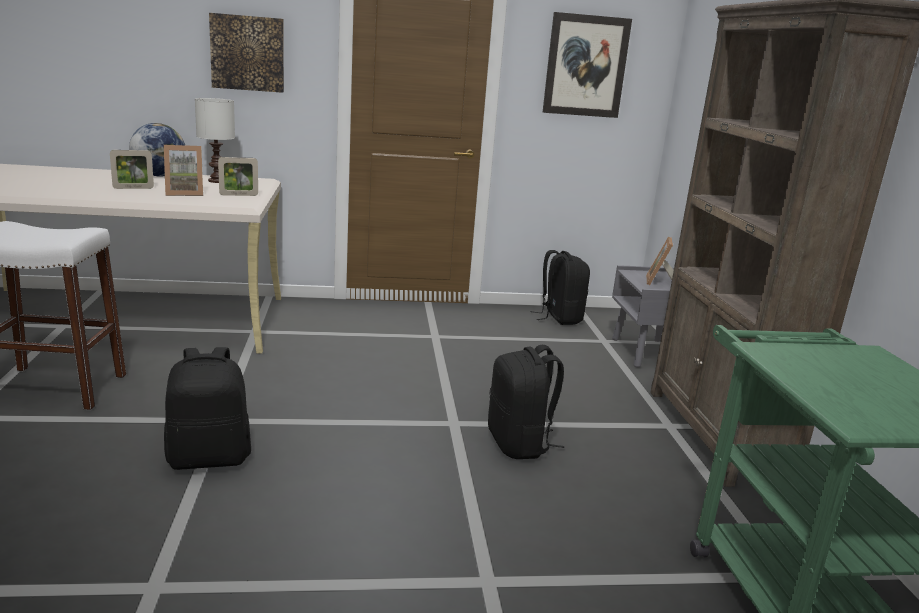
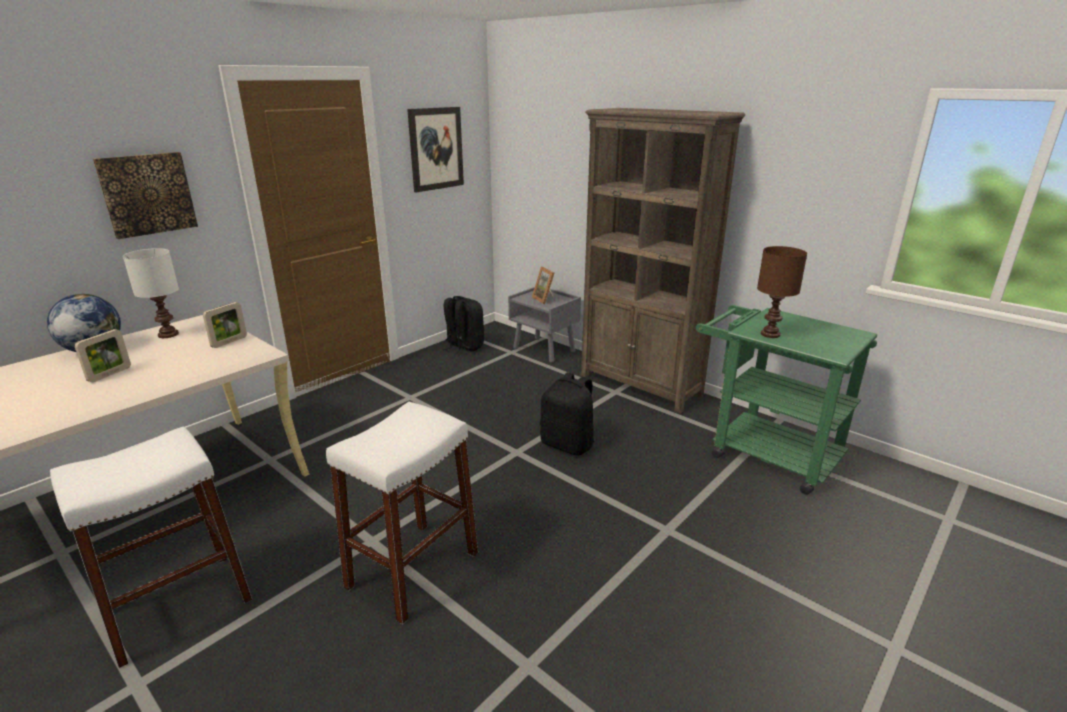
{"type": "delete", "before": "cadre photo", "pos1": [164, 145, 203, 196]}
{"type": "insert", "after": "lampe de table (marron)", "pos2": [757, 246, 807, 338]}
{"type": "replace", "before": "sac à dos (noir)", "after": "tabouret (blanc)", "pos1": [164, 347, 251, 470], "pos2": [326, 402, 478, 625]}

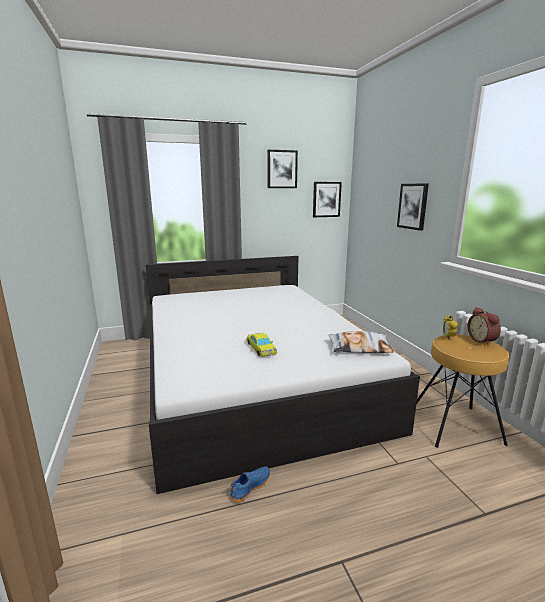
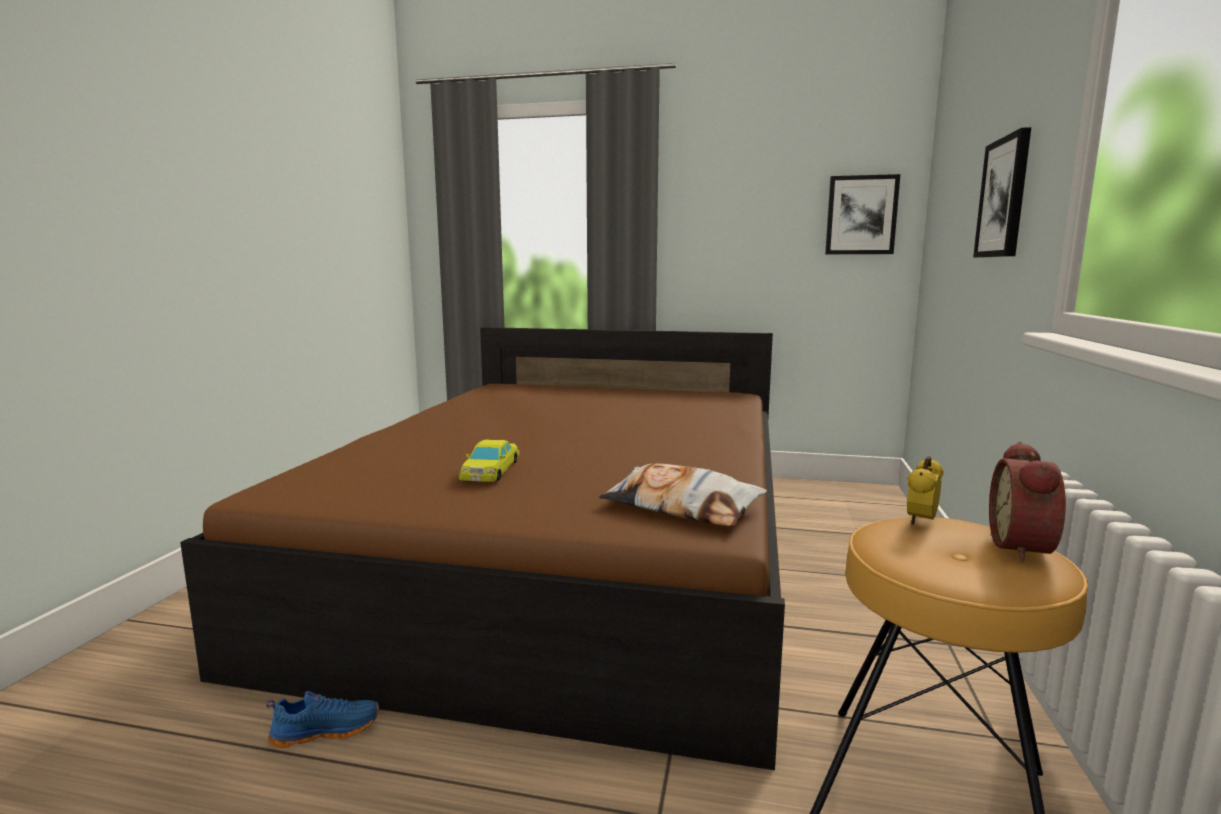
{"type": "delete", "before": "tableau", "pos1": [267, 150, 298, 188]}
{"type": "recolor", "before": "lit (blanc)", "after": "lit (marron)", "pos1": [146, 256, 420, 494], "pos2": [180, 327, 785, 770]}

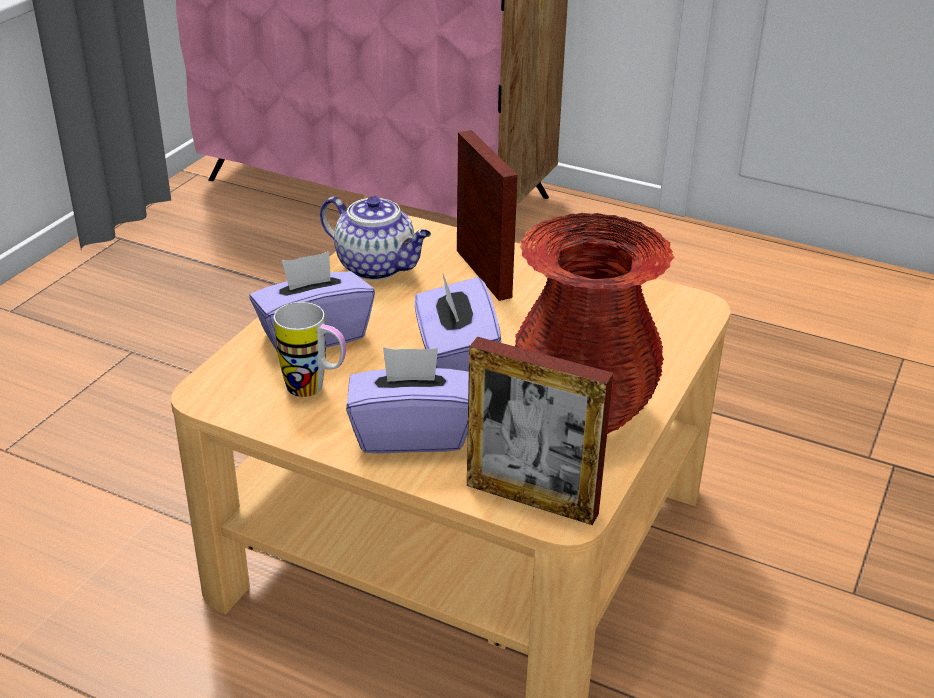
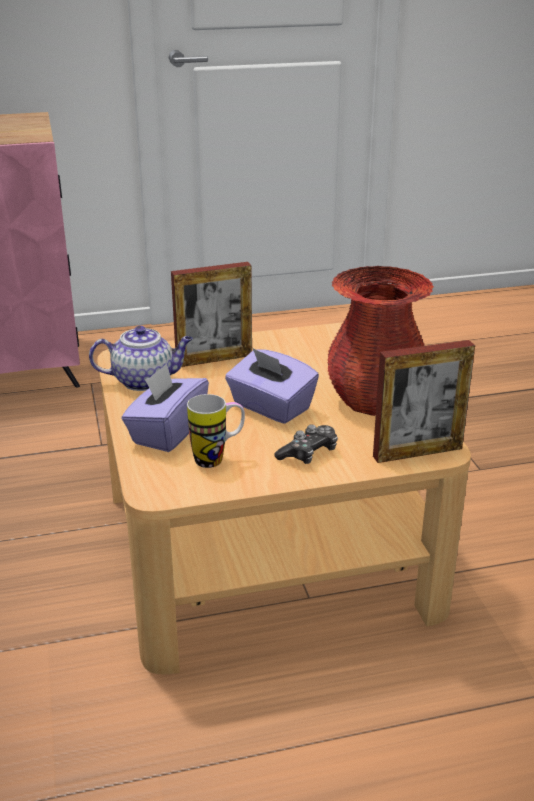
{"type": "replace", "before": "boîte à mouchoirs (violet)", "after": "manette", "pos1": [346, 347, 469, 454], "pos2": [274, 424, 338, 464]}
{"type": "rotate", "before": "cadre photo", "pos1": [457, 130, 518, 301], "pos2": [171, 262, 252, 367], "turn": 135}

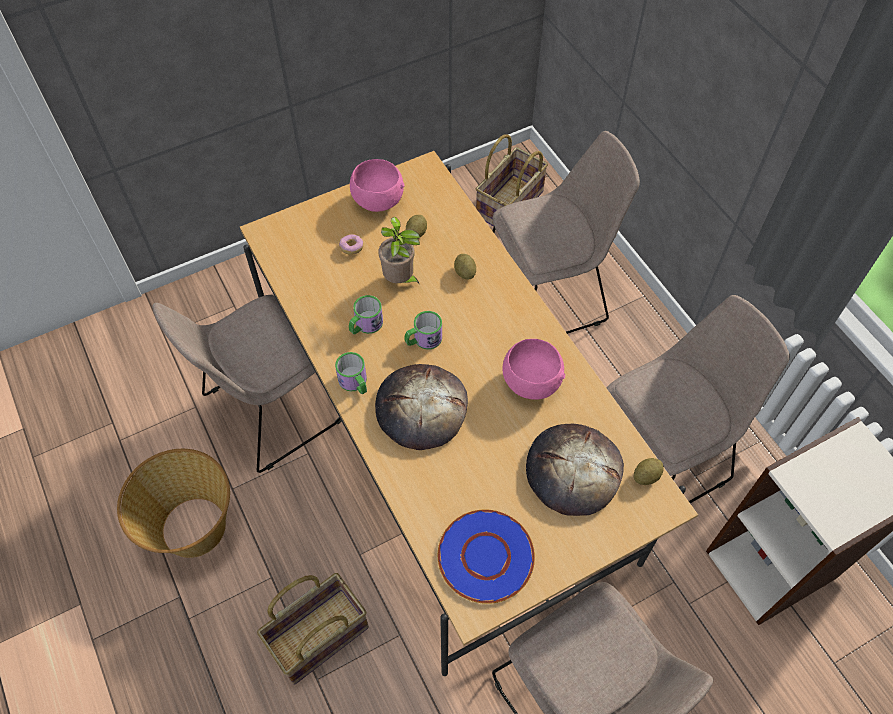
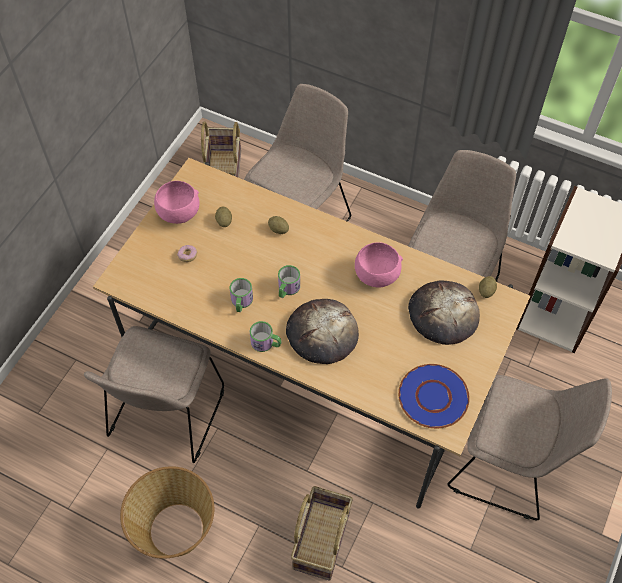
{"type": "delete", "before": "plante en pot", "pos1": [378, 217, 420, 285]}

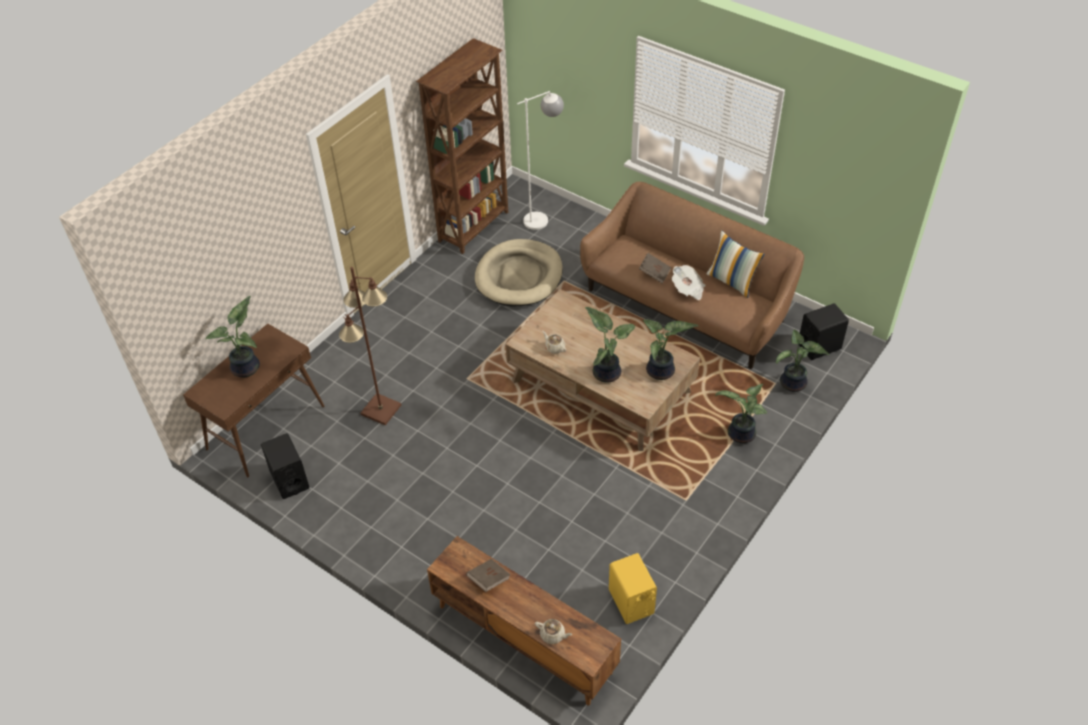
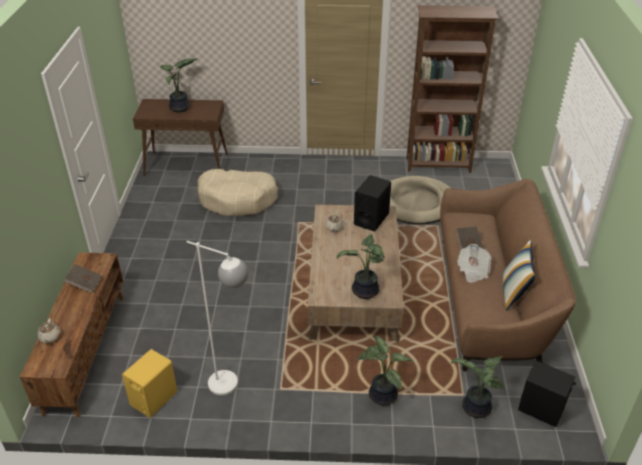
{"type": "delete", "before": "plante en pot", "pos1": [585, 307, 636, 383]}
{"type": "move", "before": "enceinte (noir)", "pos1": [261, 433, 309, 499], "pos2": [354, 175, 391, 231]}
{"type": "move", "before": "lampadaire (blanc)", "pos1": [517, 91, 564, 230], "pos2": [187, 241, 249, 395]}
{"type": "replace", "before": "lampadaire (marron)", "after": "panier pour chien (beige)", "pos1": [339, 267, 401, 425], "pos2": [198, 169, 278, 216]}

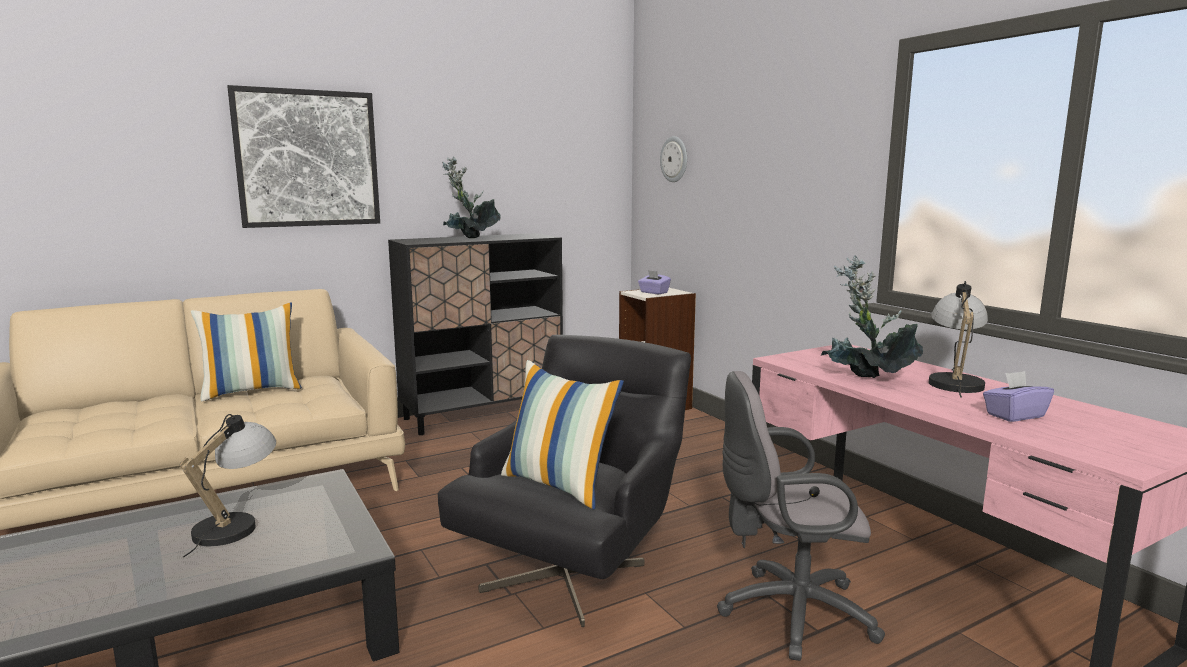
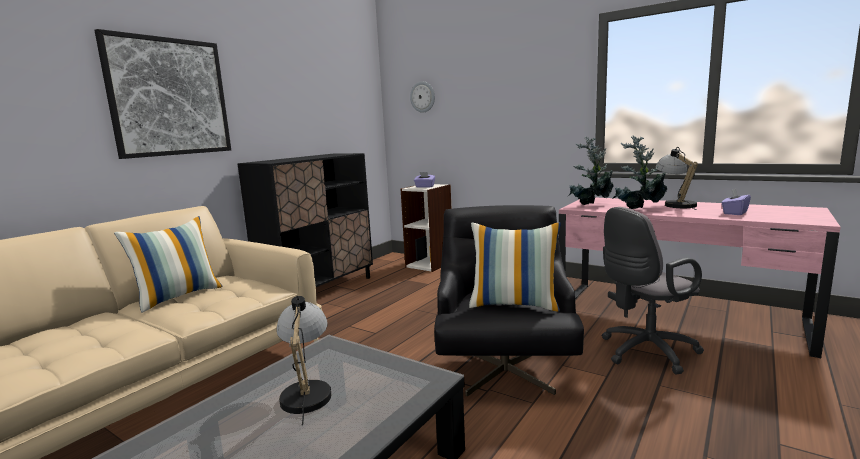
{"type": "move", "before": "plante en pot", "pos1": [442, 157, 501, 238], "pos2": [568, 136, 614, 205]}

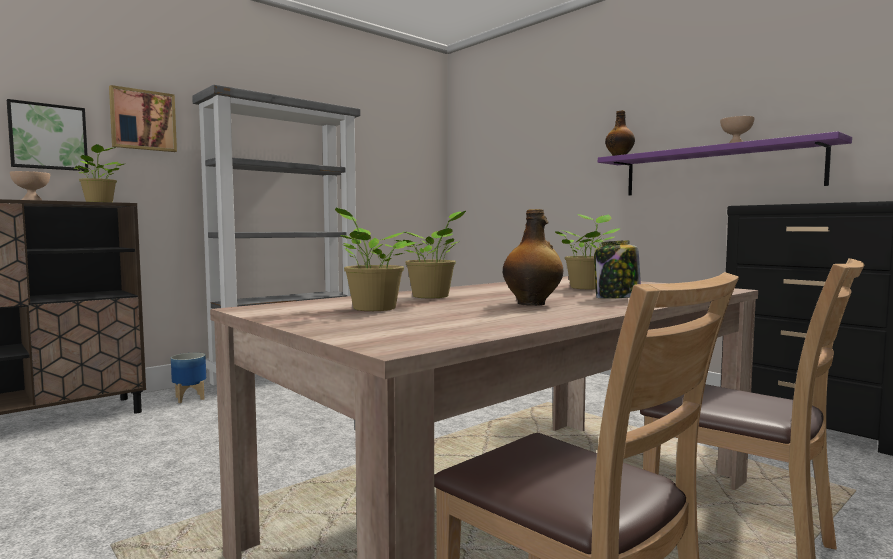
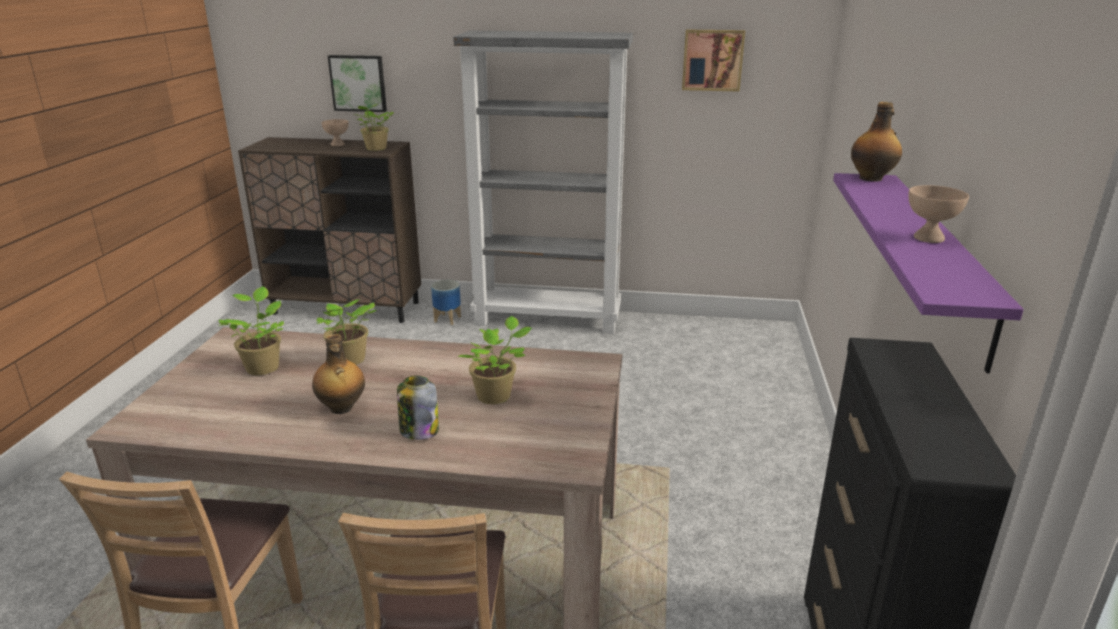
{"type": "move", "before": "tableau", "pos1": [109, 85, 177, 152], "pos2": [682, 30, 745, 92]}

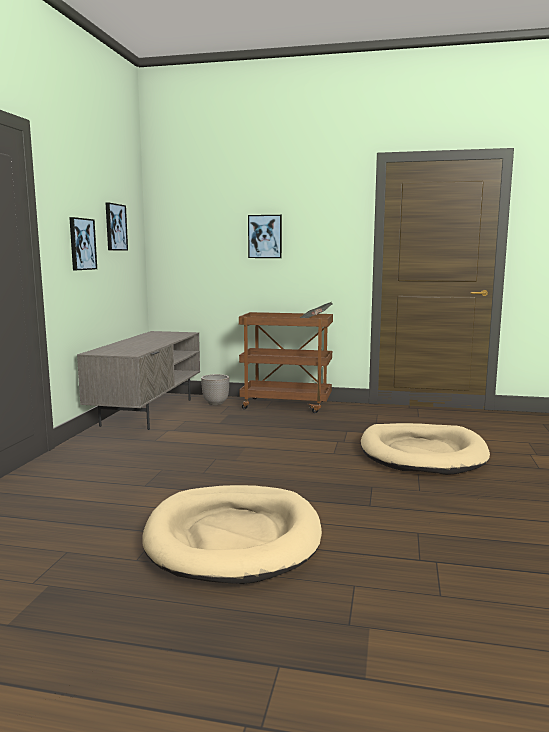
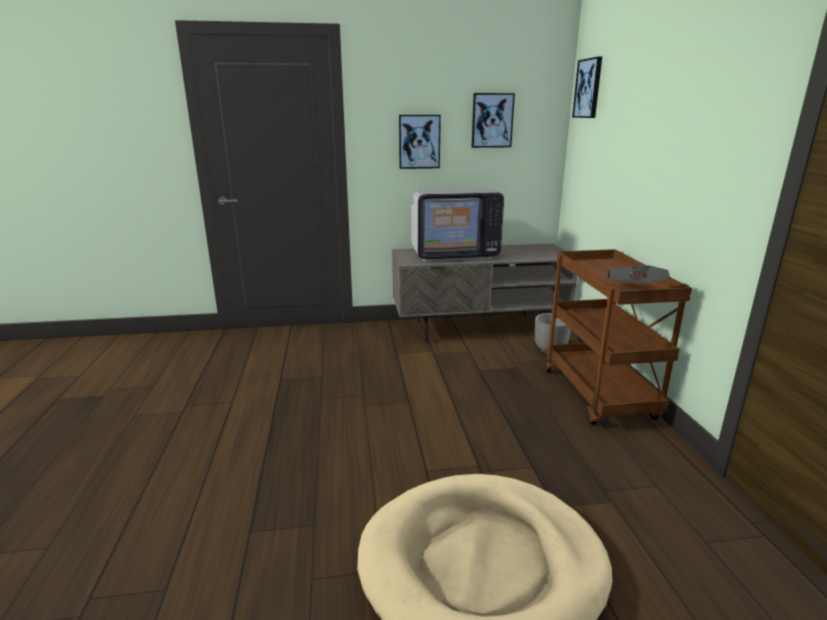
{"type": "delete", "before": "panier pour chien (beige)", "pos1": [143, 485, 322, 584]}
{"type": "insert", "after": "téléviseur", "pos2": [411, 188, 504, 262]}
{"type": "move", "before": "tableau", "pos1": [248, 215, 282, 258], "pos2": [572, 56, 602, 118]}

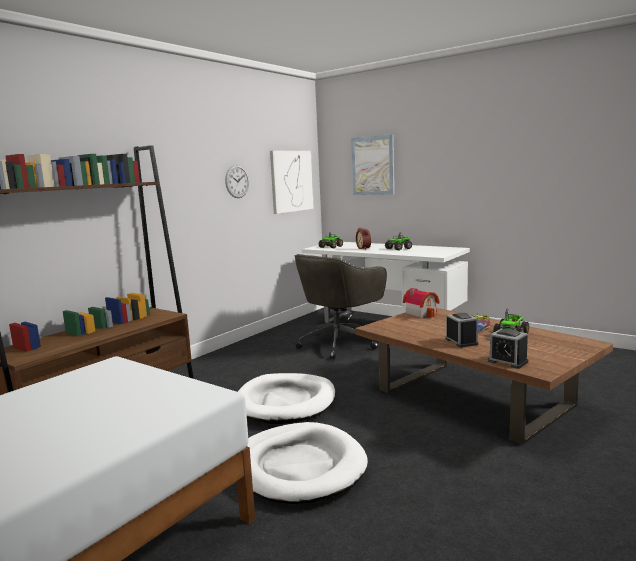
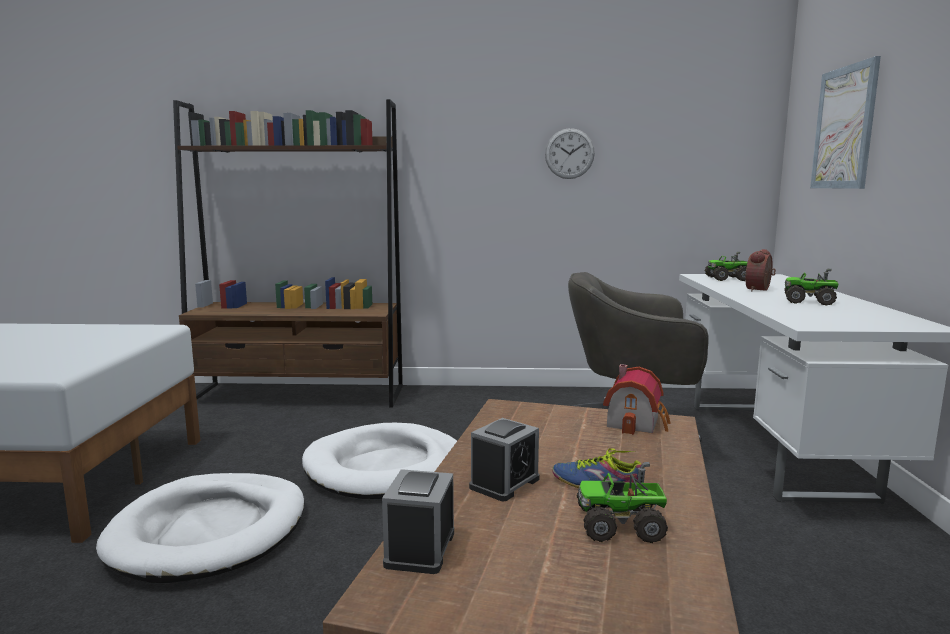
{"type": "delete", "before": "tableau", "pos1": [270, 151, 314, 214]}

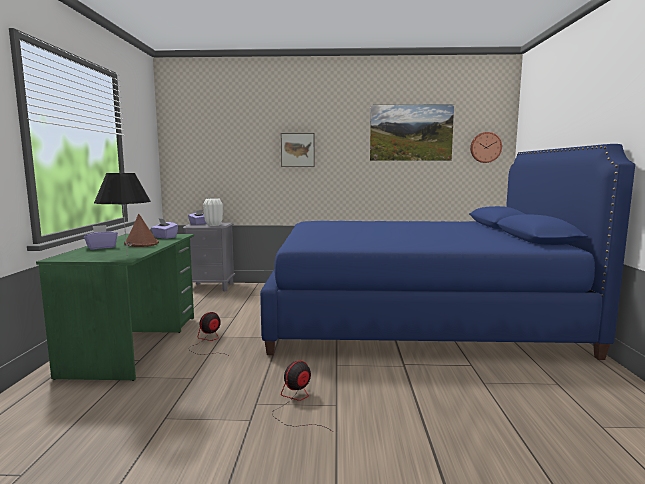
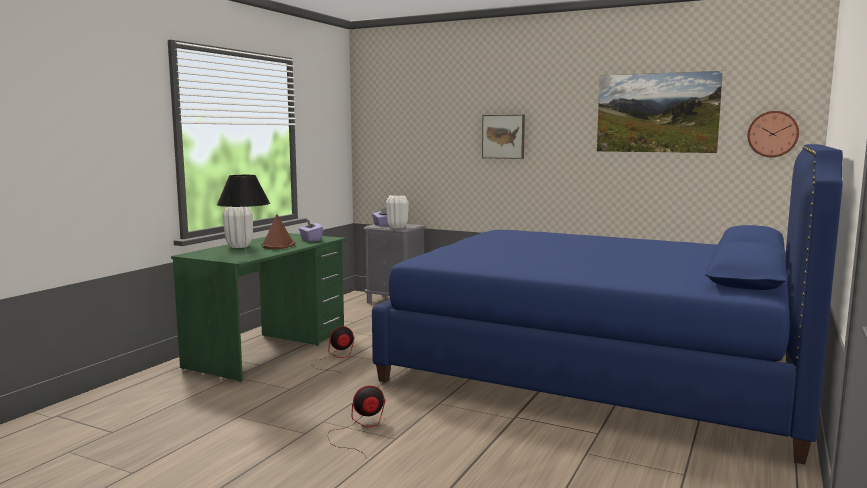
{"type": "replace", "before": "boîte à mouchoirs (violet)", "after": "vase (blanc)", "pos1": [84, 225, 118, 250], "pos2": [223, 207, 253, 248]}

